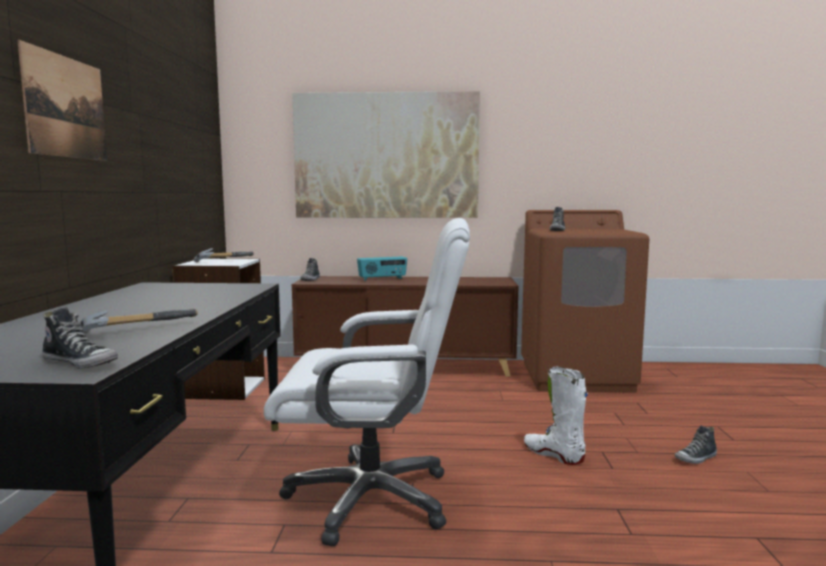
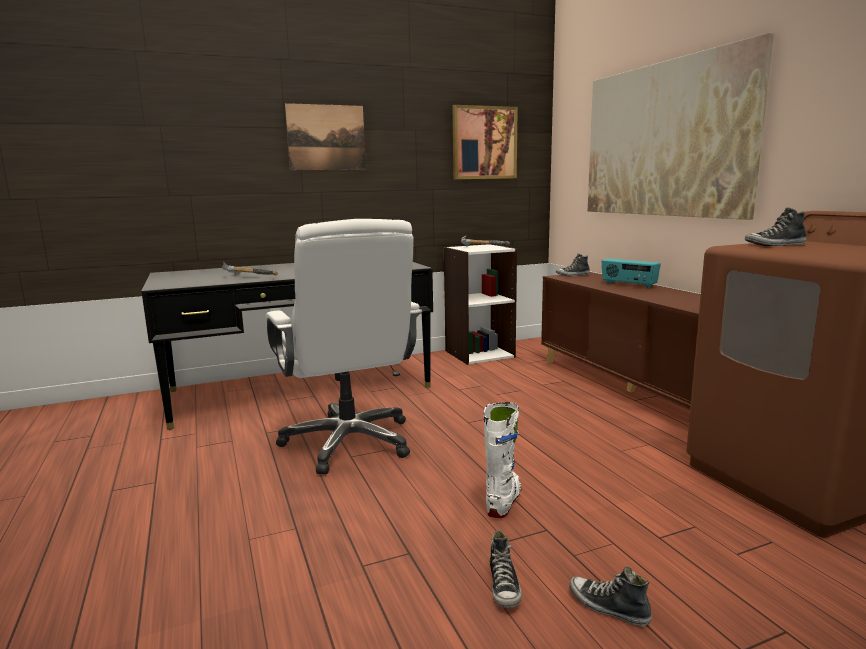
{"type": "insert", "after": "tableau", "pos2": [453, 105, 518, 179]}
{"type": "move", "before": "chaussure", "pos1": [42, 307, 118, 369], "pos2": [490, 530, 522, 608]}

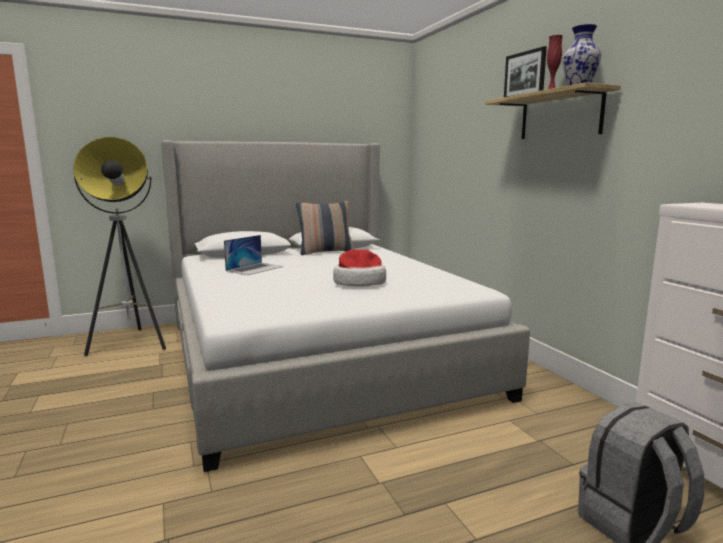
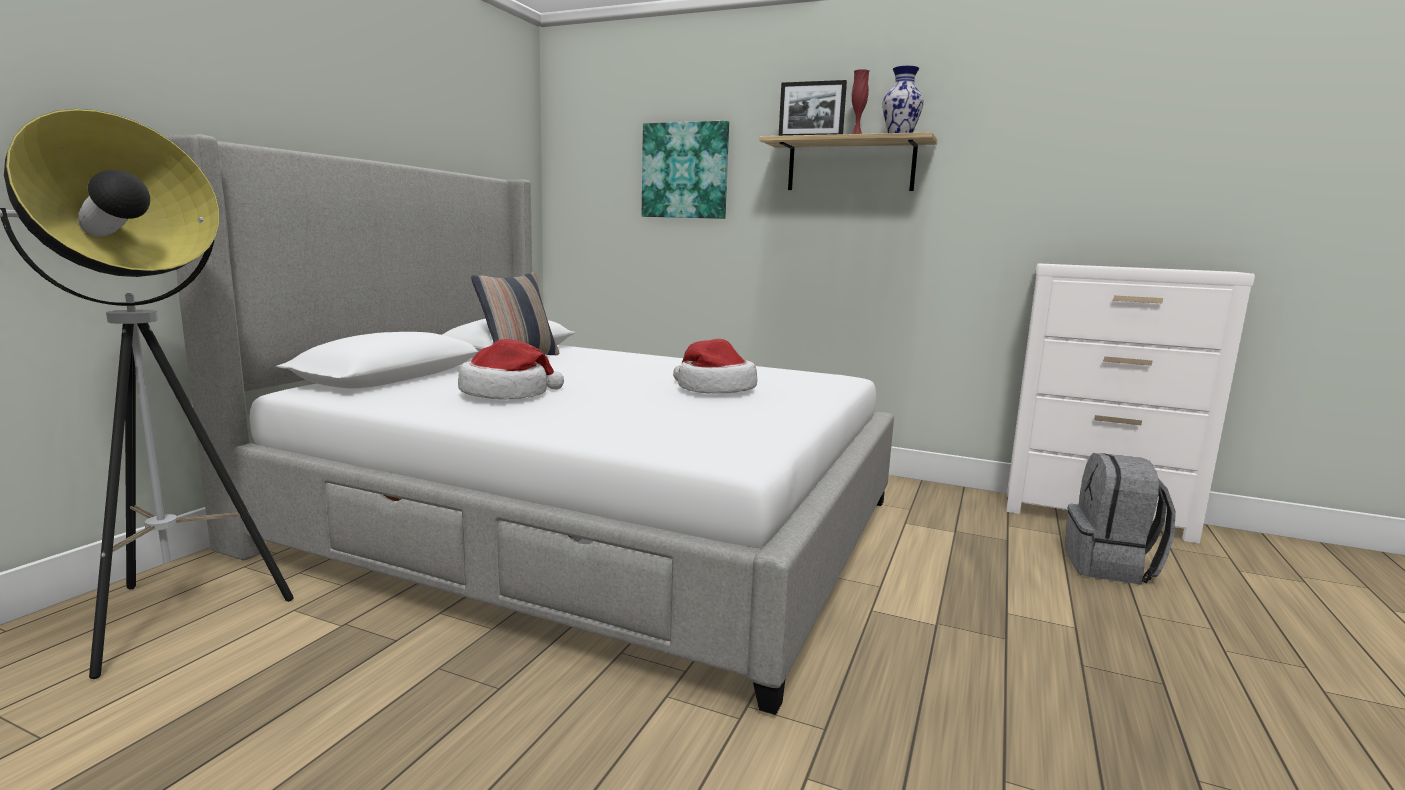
{"type": "insert", "after": "tableau", "pos2": [642, 121, 729, 219]}
{"type": "replace", "before": "ordinateur portable", "after": "chapeau", "pos1": [224, 235, 283, 275], "pos2": [458, 339, 564, 400]}

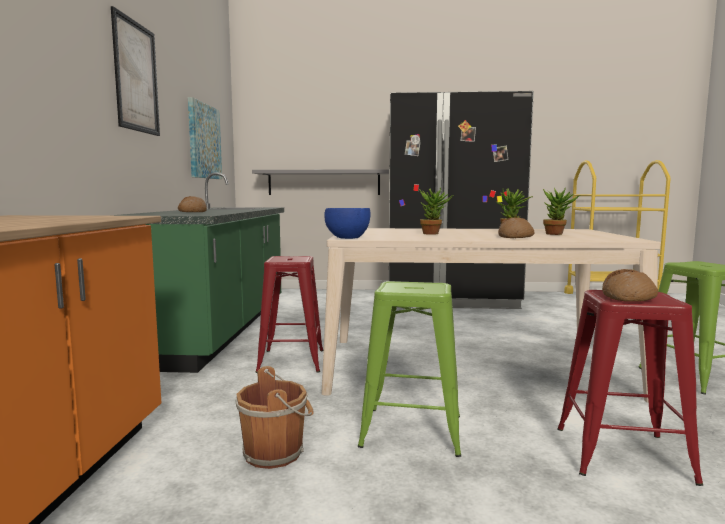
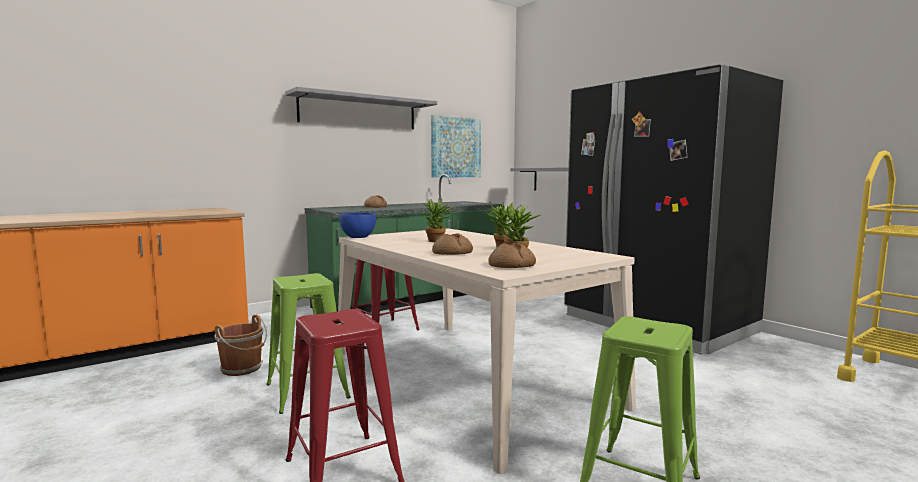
{"type": "move", "before": "pain", "pos1": [602, 269, 658, 302], "pos2": [488, 243, 536, 268]}
{"type": "replace", "before": "tableau", "after": "étagère (gris)", "pos1": [111, 6, 160, 136], "pos2": [285, 87, 437, 129]}

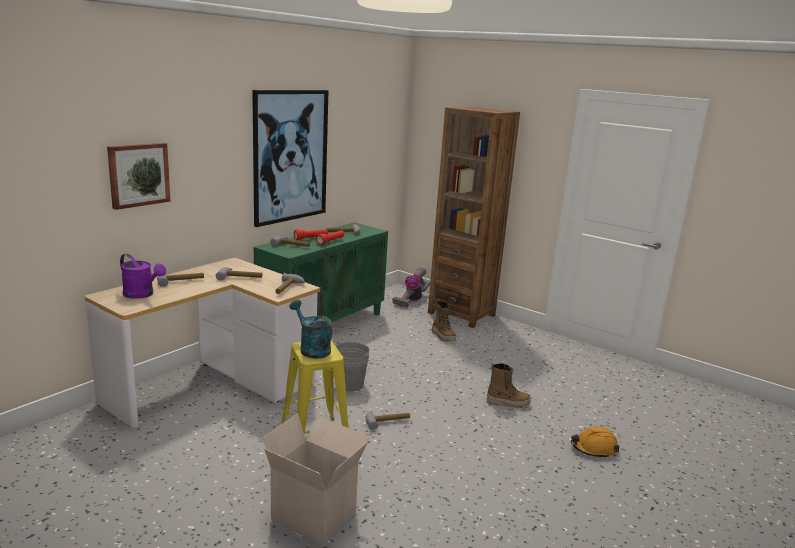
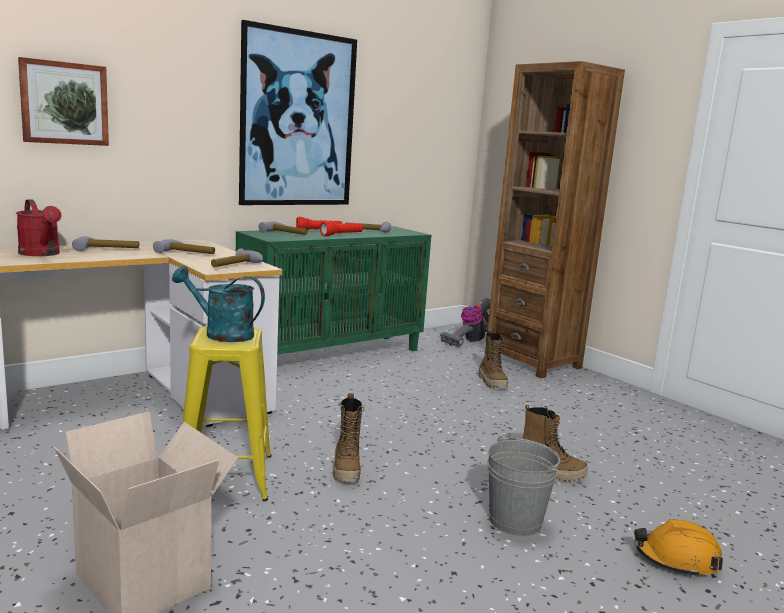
{"type": "move", "before": "seau (gris)", "pos1": [335, 341, 370, 392], "pos2": [488, 436, 560, 536]}
{"type": "replace", "before": "marteau", "after": "botte", "pos1": [366, 411, 410, 430], "pos2": [333, 393, 365, 482]}
{"type": "recolor", "before": "arrosoir (violet)", "after": "arrosoir (rouge)", "pos1": [120, 254, 166, 299], "pos2": [16, 199, 62, 256]}
{"type": "rotate", "before": "arrosoir (turquoise)", "pos1": [289, 300, 332, 359], "pos2": [172, 266, 265, 342], "turn": -45}

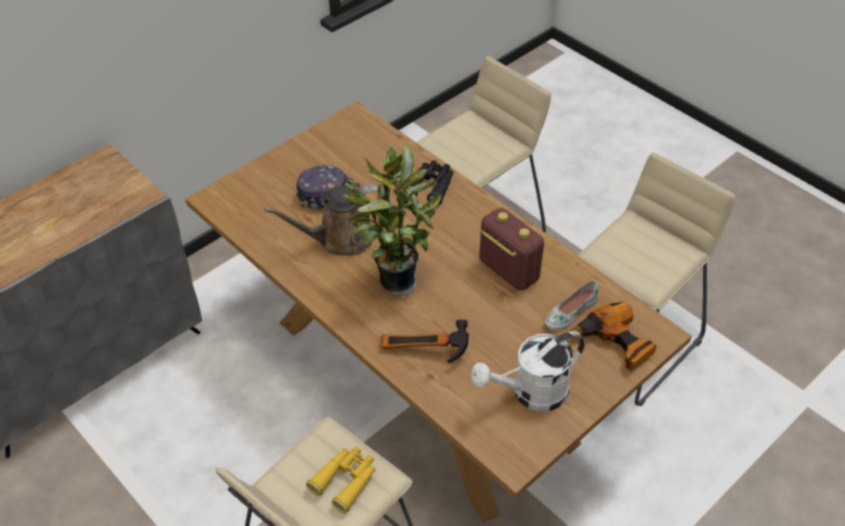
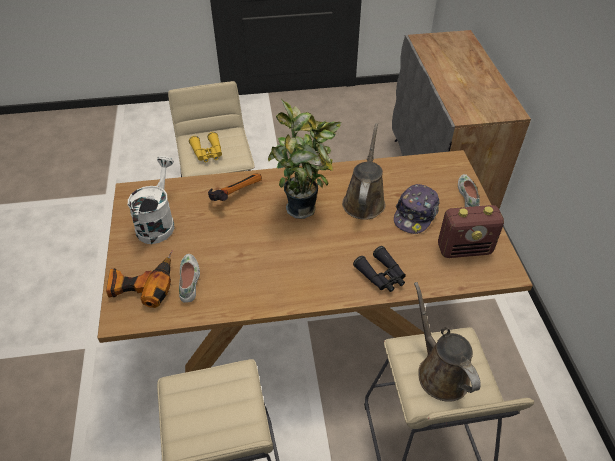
{"type": "insert", "after": "arrosoir (marron)", "pos2": [414, 282, 481, 402]}
{"type": "insert", "after": "chaussure (blanc)", "pos2": [458, 174, 480, 207]}
{"type": "move", "before": "radio", "pos1": [479, 208, 544, 291], "pos2": [438, 205, 504, 258]}

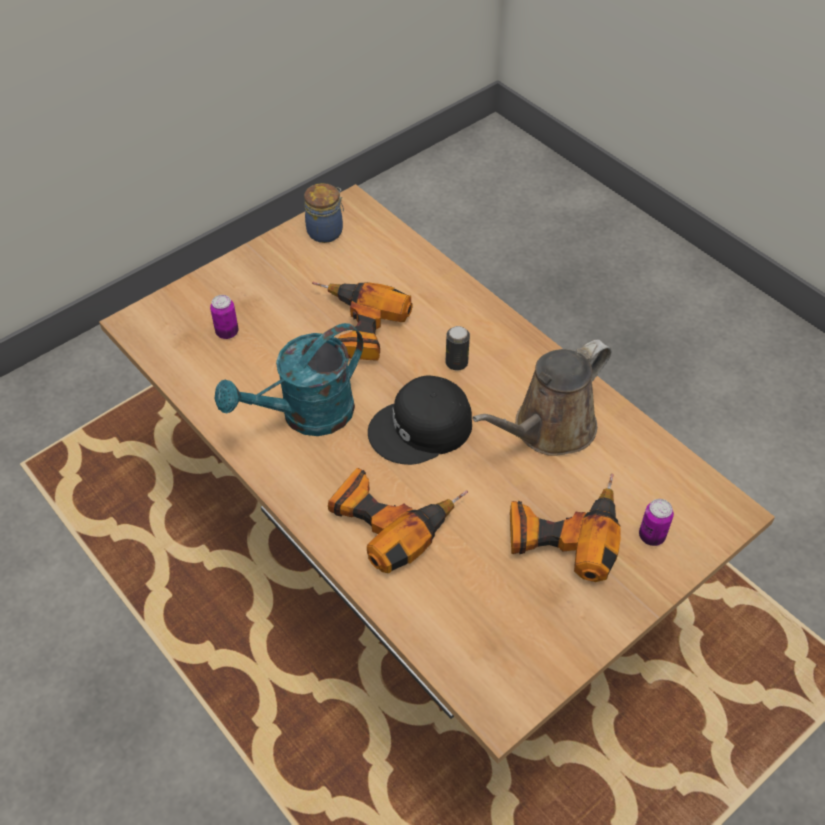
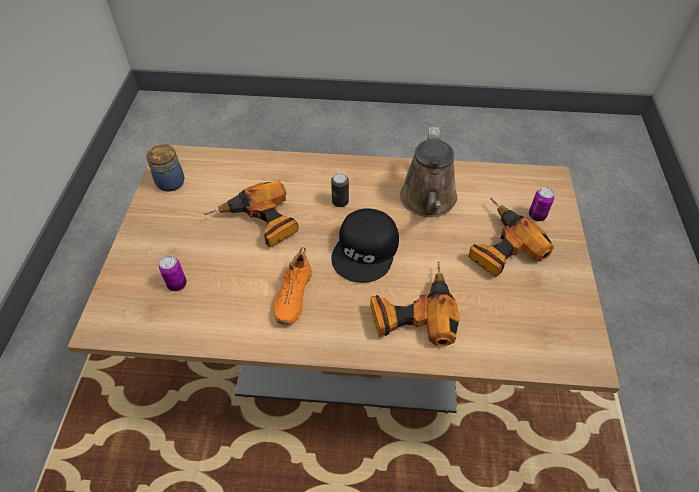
{"type": "replace", "before": "arrosoir (turquoise)", "after": "chaussure (orange)", "pos1": [215, 323, 363, 436], "pos2": [274, 247, 312, 325]}

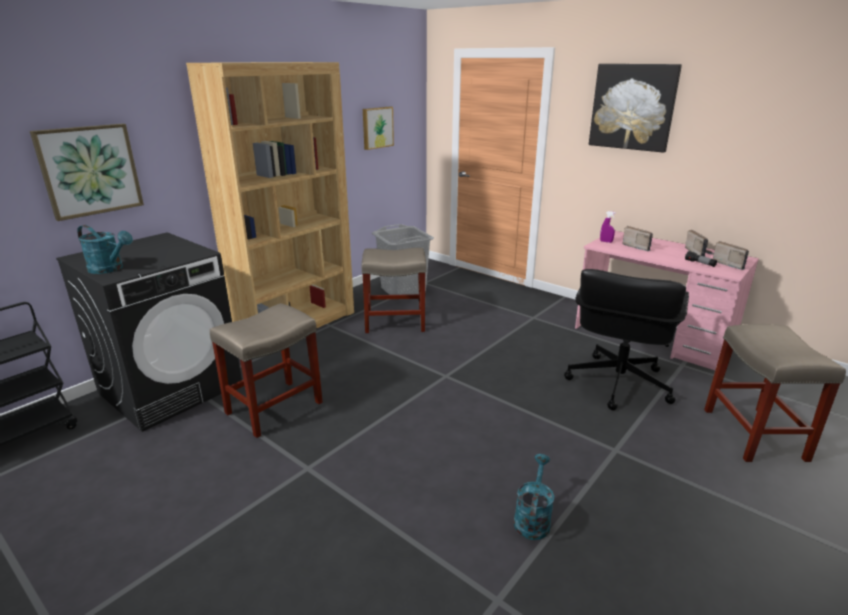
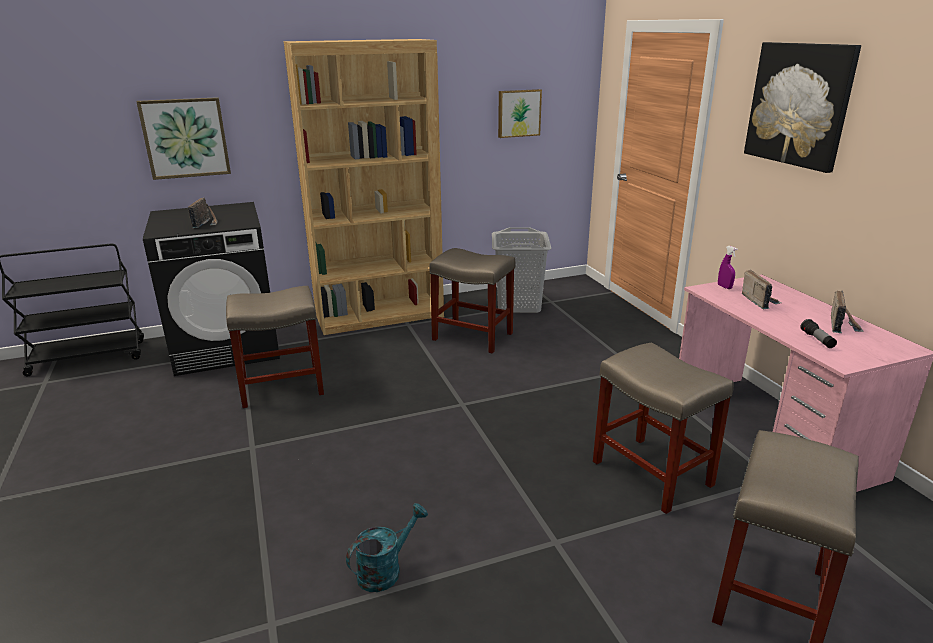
{"type": "delete", "before": "arrosoir (turquoise)", "pos1": [77, 225, 133, 274]}
{"type": "move", "before": "radio", "pos1": [713, 241, 749, 270], "pos2": [188, 197, 218, 228]}
{"type": "replace", "before": "chaise de bureau (noir)", "after": "tabouret (beige)", "pos1": [564, 269, 689, 411], "pos2": [593, 342, 734, 514]}

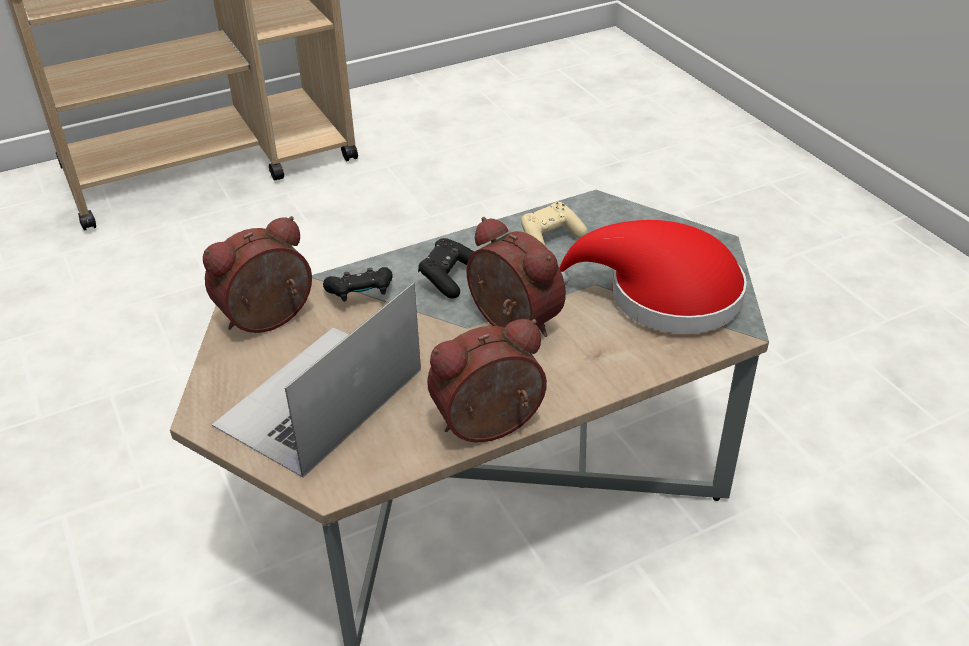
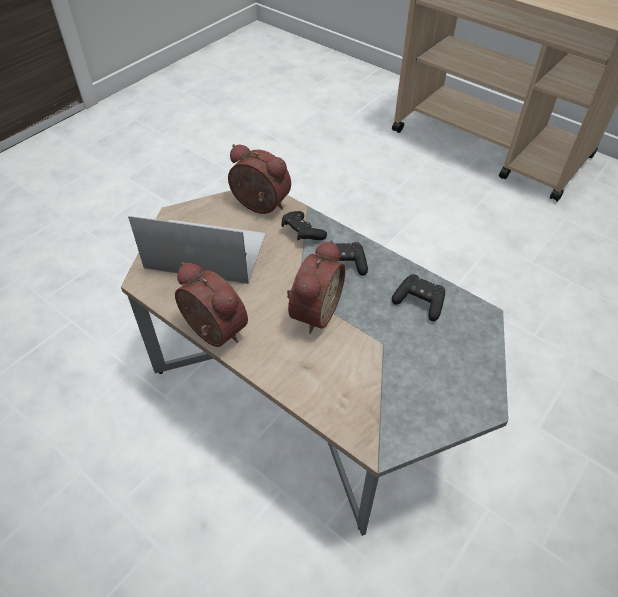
{"type": "delete", "before": "chapeau (rouge)", "pos1": [560, 220, 747, 334]}
{"type": "recolor", "before": "manette (beige)", "after": "manette (noir)", "pos1": [521, 202, 588, 247], "pos2": [392, 274, 445, 321]}

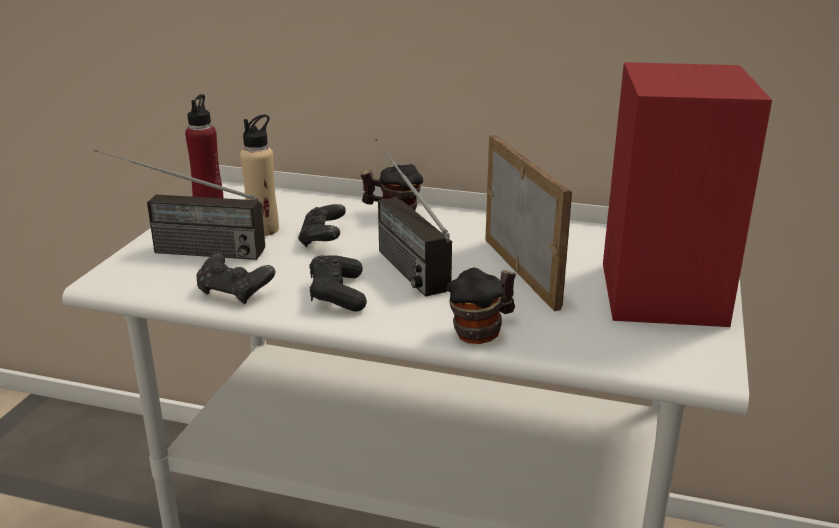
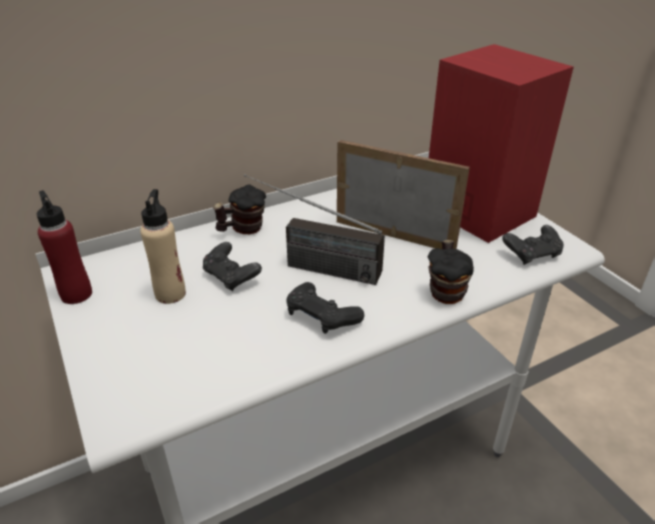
{"type": "delete", "before": "radio", "pos1": [94, 149, 265, 260]}
{"type": "move", "before": "manette (noir)", "pos1": [196, 254, 275, 304], "pos2": [502, 225, 564, 265]}

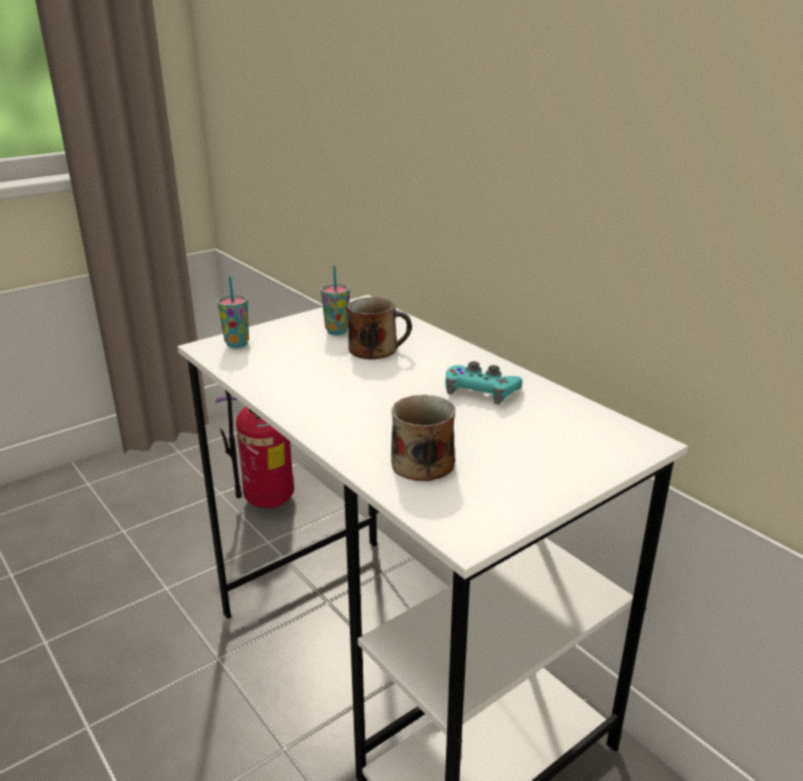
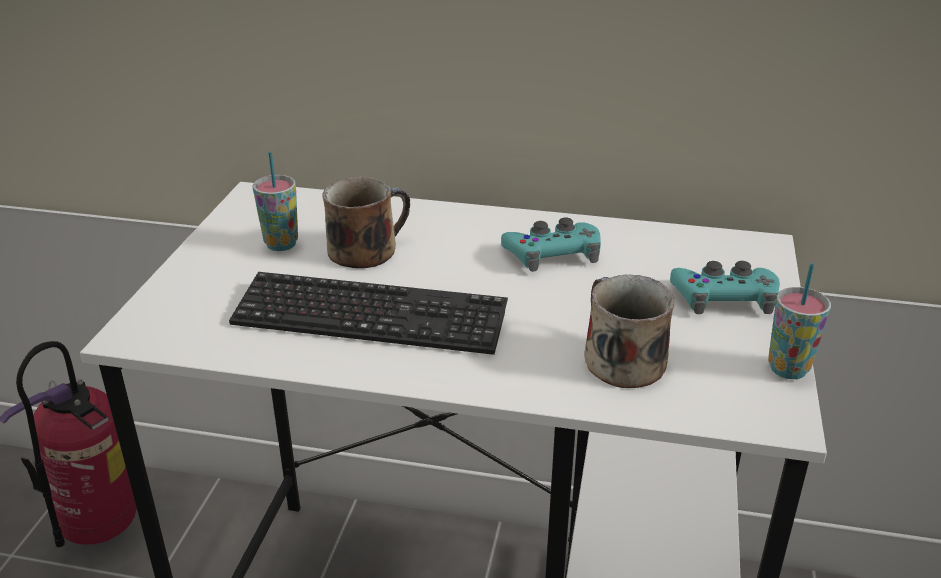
{"type": "insert", "after": "clavier", "pos2": [229, 272, 508, 355]}
{"type": "insert", "after": "manette (turquoise)", "pos2": [670, 261, 780, 314]}
{"type": "move", "before": "tasse", "pos1": [217, 276, 249, 348], "pos2": [768, 263, 831, 379]}

